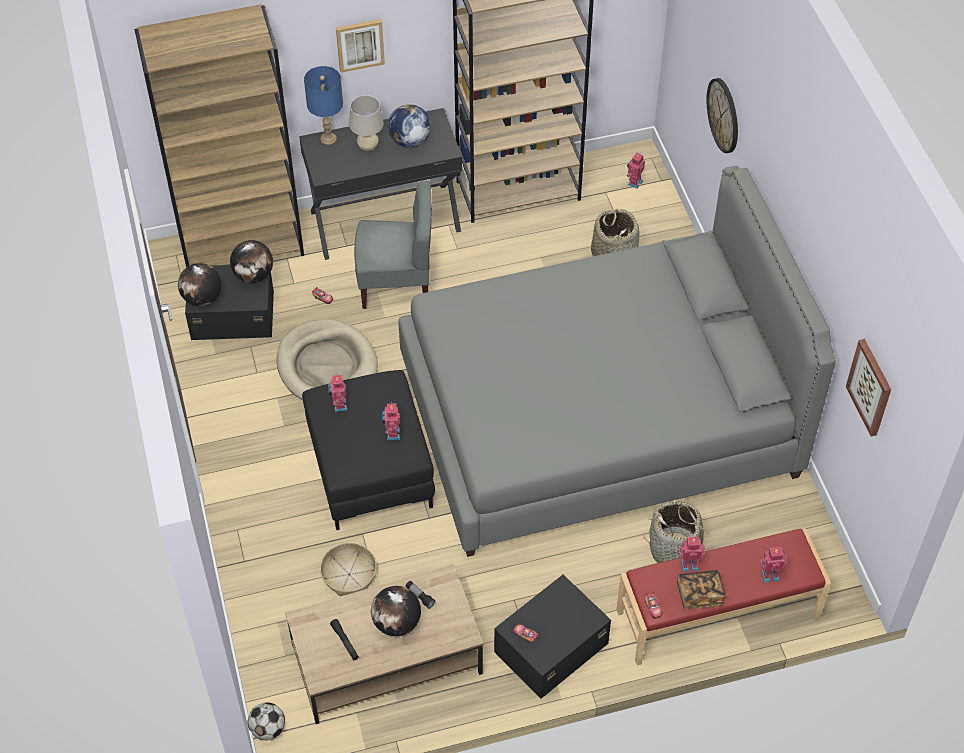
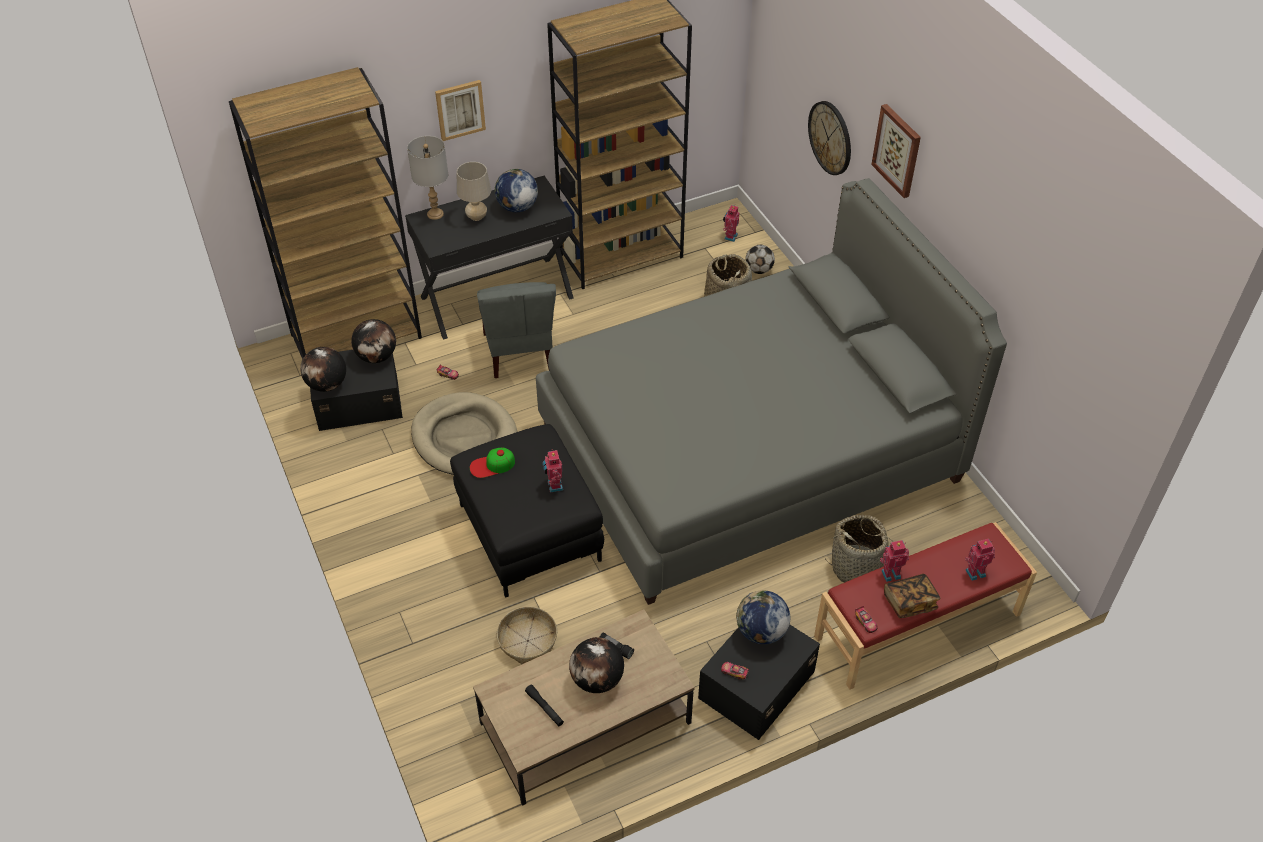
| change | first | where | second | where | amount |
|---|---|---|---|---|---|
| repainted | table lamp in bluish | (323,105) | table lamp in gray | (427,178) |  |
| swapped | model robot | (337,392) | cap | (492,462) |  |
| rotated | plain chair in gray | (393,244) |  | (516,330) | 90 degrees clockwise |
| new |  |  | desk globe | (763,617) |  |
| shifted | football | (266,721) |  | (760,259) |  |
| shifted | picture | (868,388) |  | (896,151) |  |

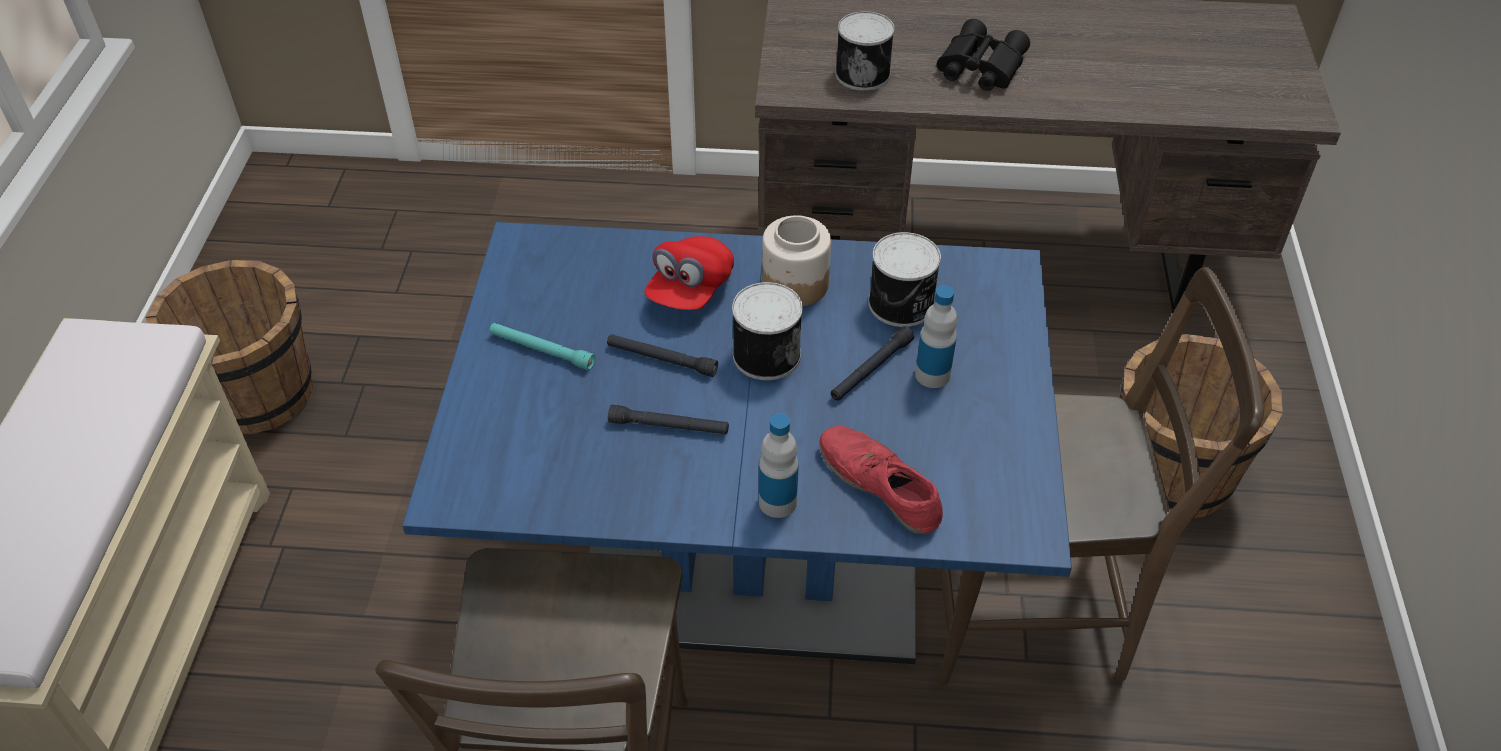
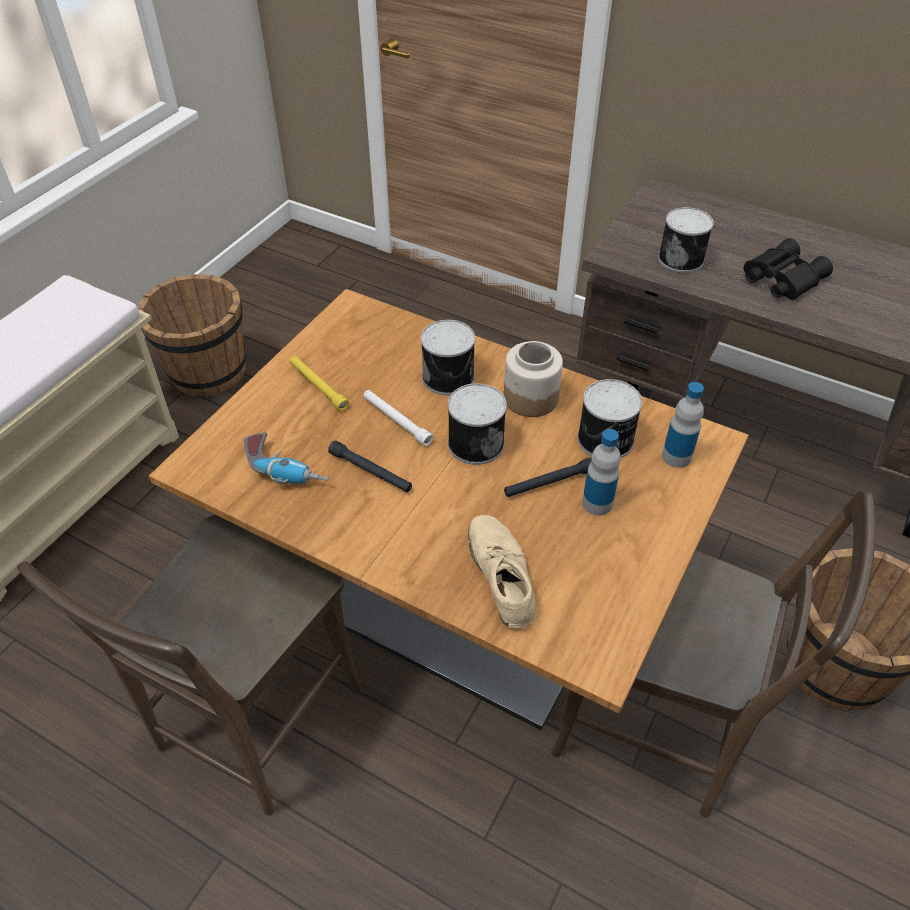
| change | first | where | second | where | amount |
|---|---|---|---|---|---|
| repainted | kitchen table in bluish | (737,443) | kitchen table in brown | (448,509) |  |
| new |  |  | power drill | (286,458) |  |
| repainted | flashlight in turquoise | (542,346) | flashlight in yellow-coloured | (319,383) |  |
| repainted | flashlight in black | (662,355) | flashlight in whitish | (398,418) |  |
| swapped | cap in reddish | (689,273) | metal can | (448,357) |  |
| repainted | low shoe in reddish | (881,480) | low shoe in sand-coloured | (501,572) |  |
| shifted | bottle | (779,465) |  | (683,425) |  |

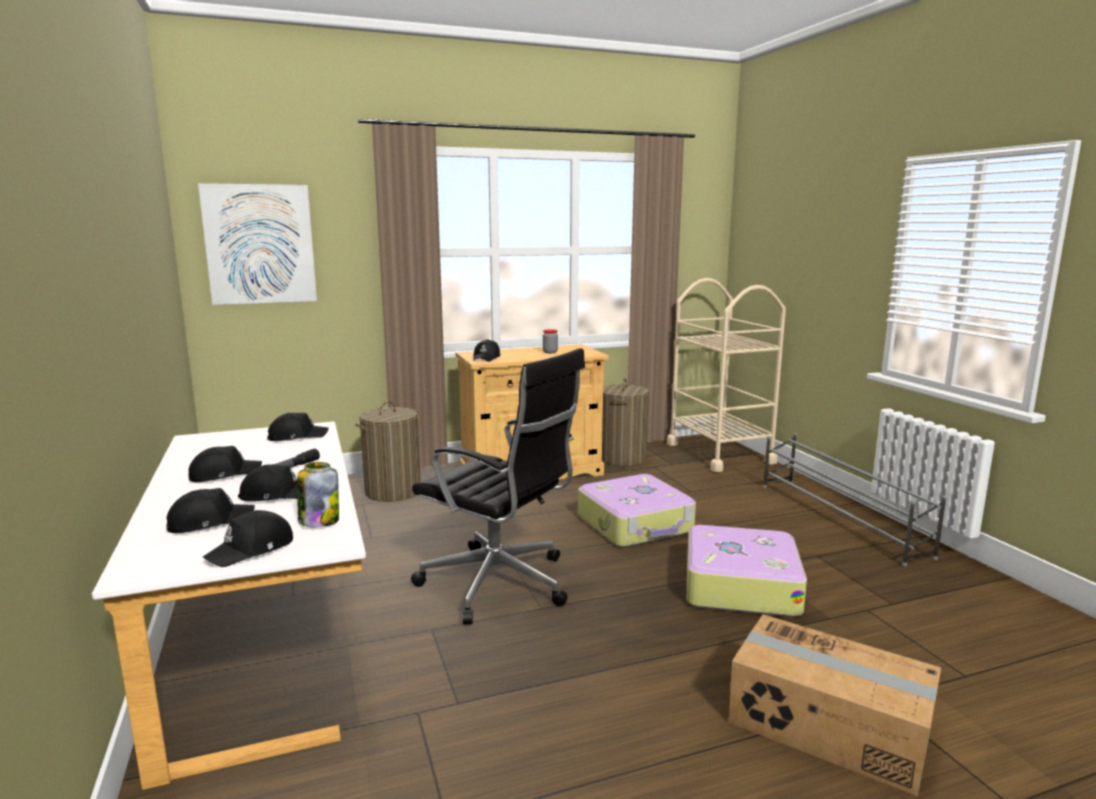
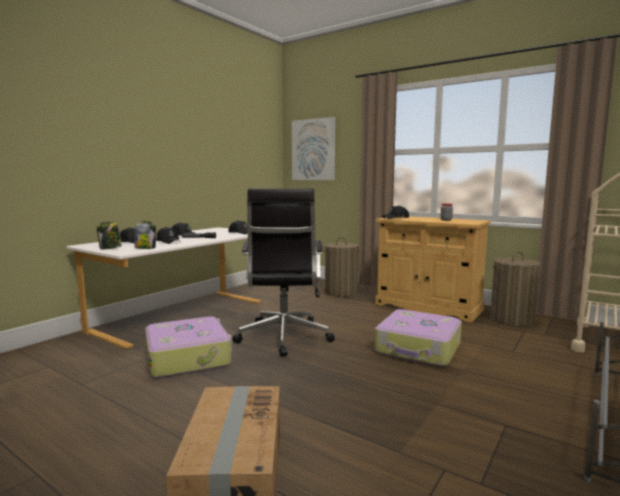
| change | first | where | second | where | amount |
|---|---|---|---|---|---|
| swapped | cap in black | (248,538) | preserve jar | (109,235) |  |
| shifted | piece of luggage | (747,571) |  | (189,347) |  |

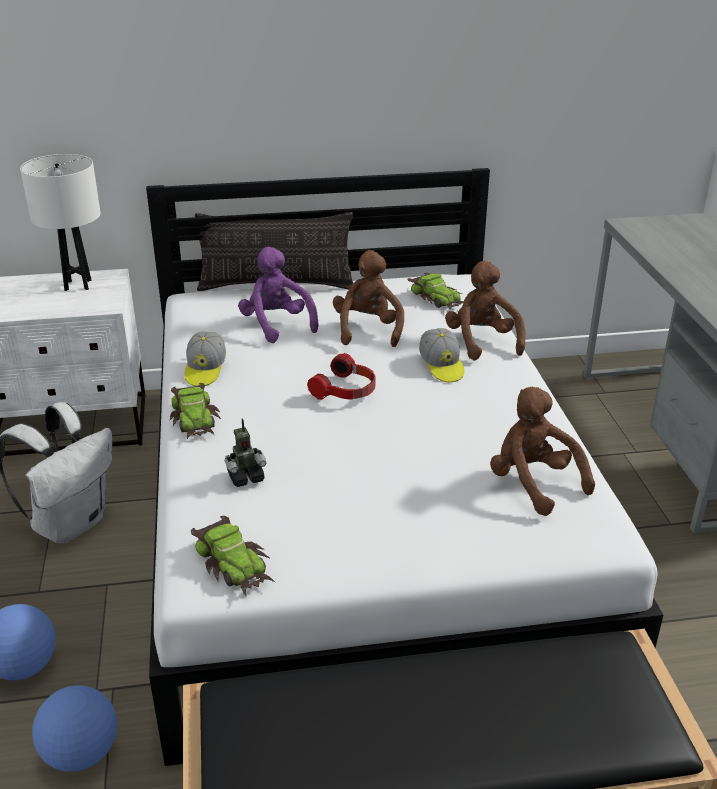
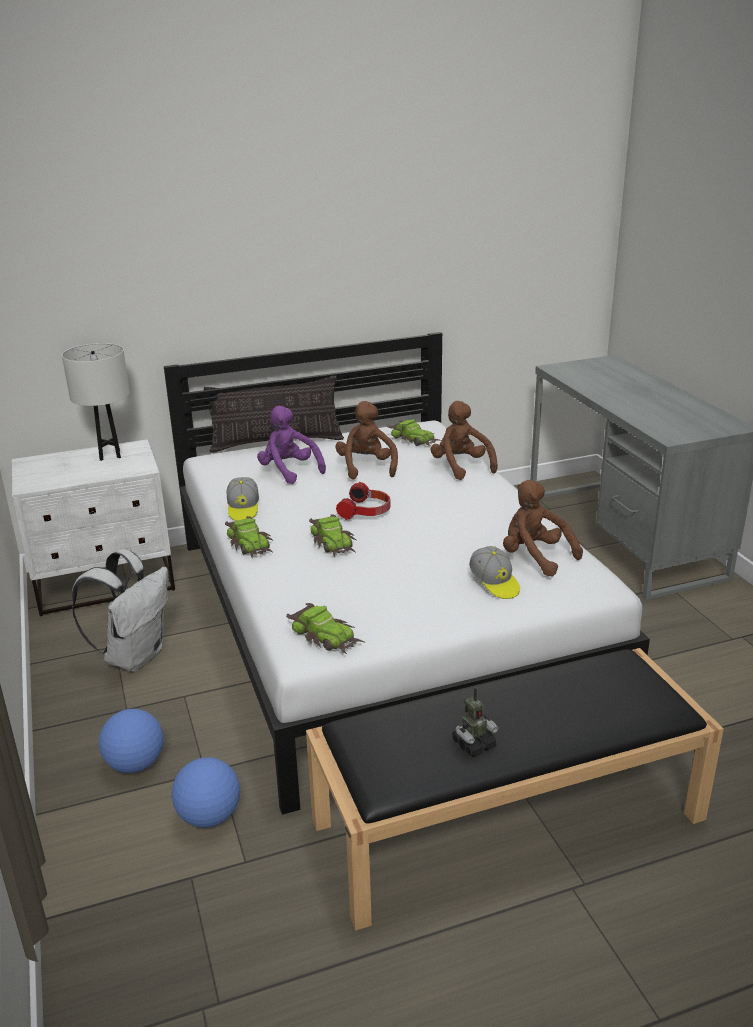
| change | first | where | second | where | amount |
|---|---|---|---|---|---|
| new |  |  | toy car | (332,535) |  |
| shifted | model robot | (245,452) |  | (475,722) |  |
| shifted | cap | (442,355) |  | (494,572) |  |

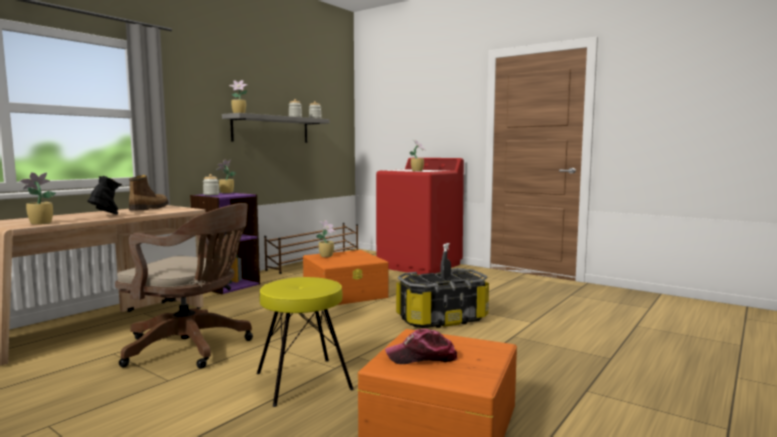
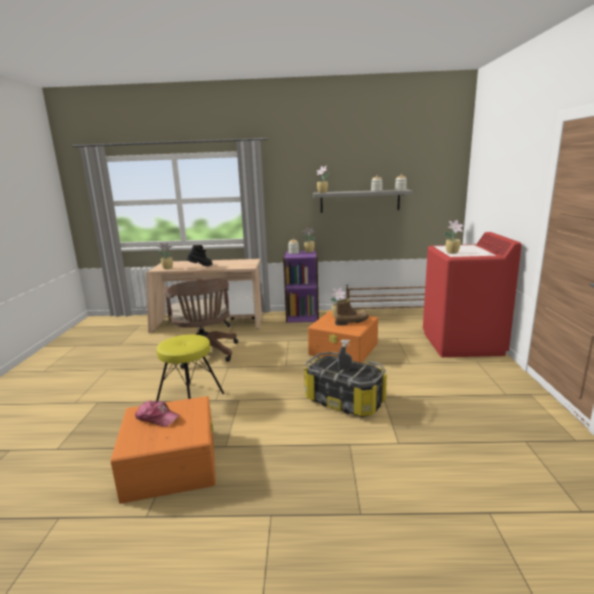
| change | first | where | second | where | amount |
|---|---|---|---|---|---|
| rotated | cap | (421,346) |  | (157,414) | 150 degrees clockwise |
| shifted | boot | (149,193) |  | (352,312) |  |

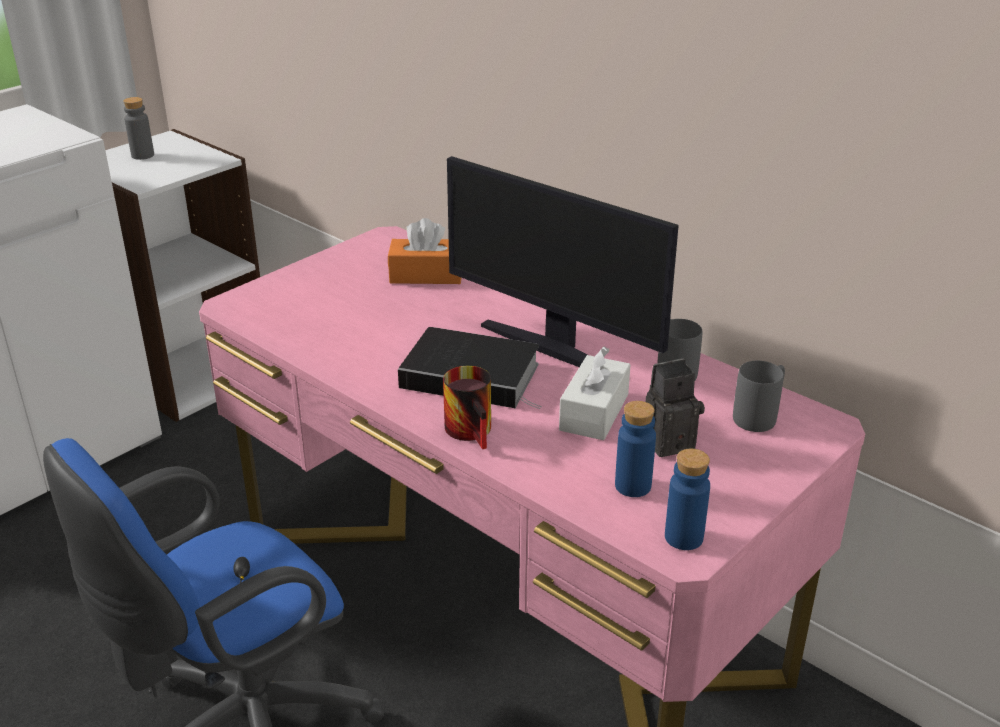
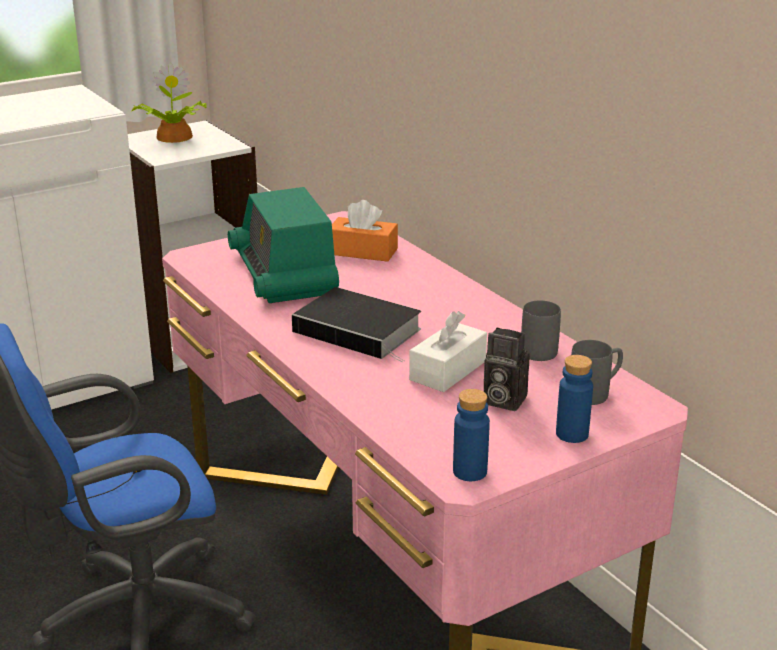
| change | first | where | second | where | amount |
|---|---|---|---|---|---|
| swapped | bottle in gray | (138,128) | potted plant | (169,103) |  |
| new |  |  | radio | (283,245) |  |
| rotated | photo camera | (675,407) |  | (507,369) | 150 degrees counterclockwise |
| shifted | bottle in bluish | (635,449) |  | (574,399) |  |
| gone | coffee mug | (467,407) |  |  |  |
| gone | computer display | (563,261) |  |  |  |

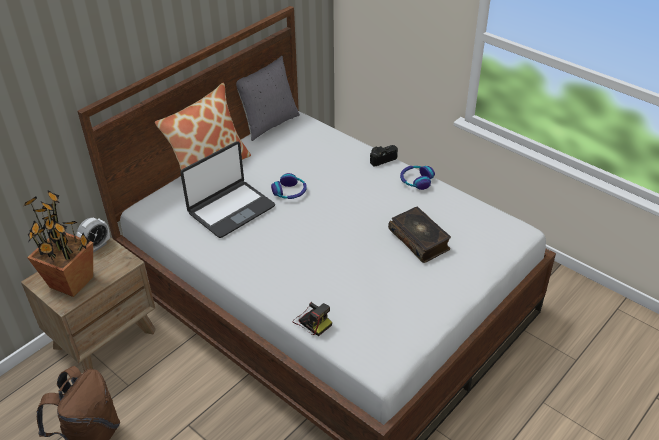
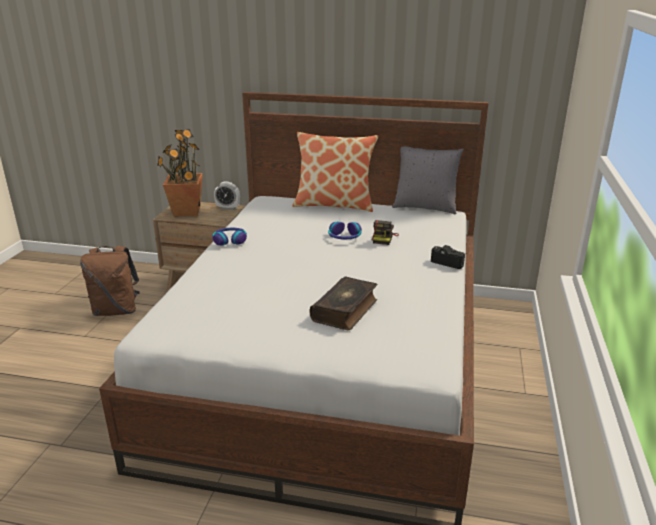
| change | first | where | second | where | amount |
|---|---|---|---|---|---|
| shifted | headset | (417,178) |  | (229,237) |  |
| shifted | photo camera | (312,319) |  | (385,232) |  |
| gone | notebook computer | (227,189) |  |  |  |

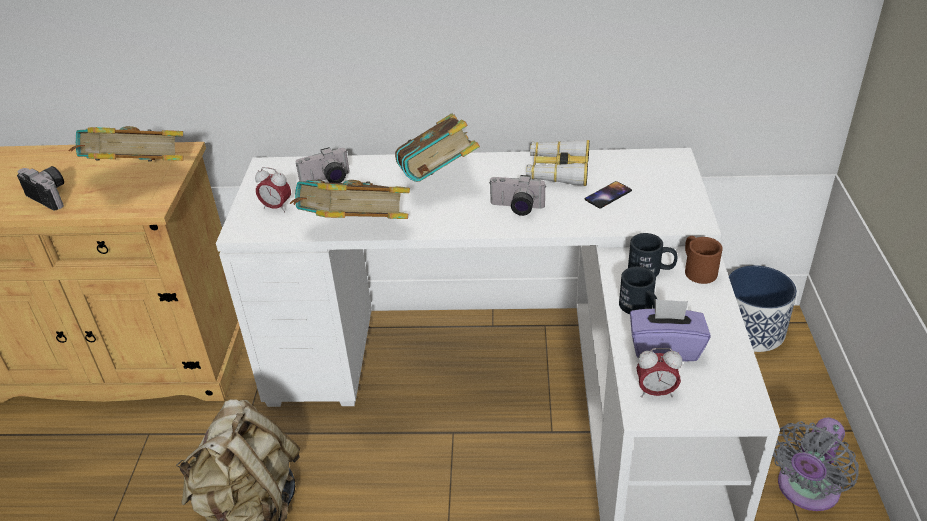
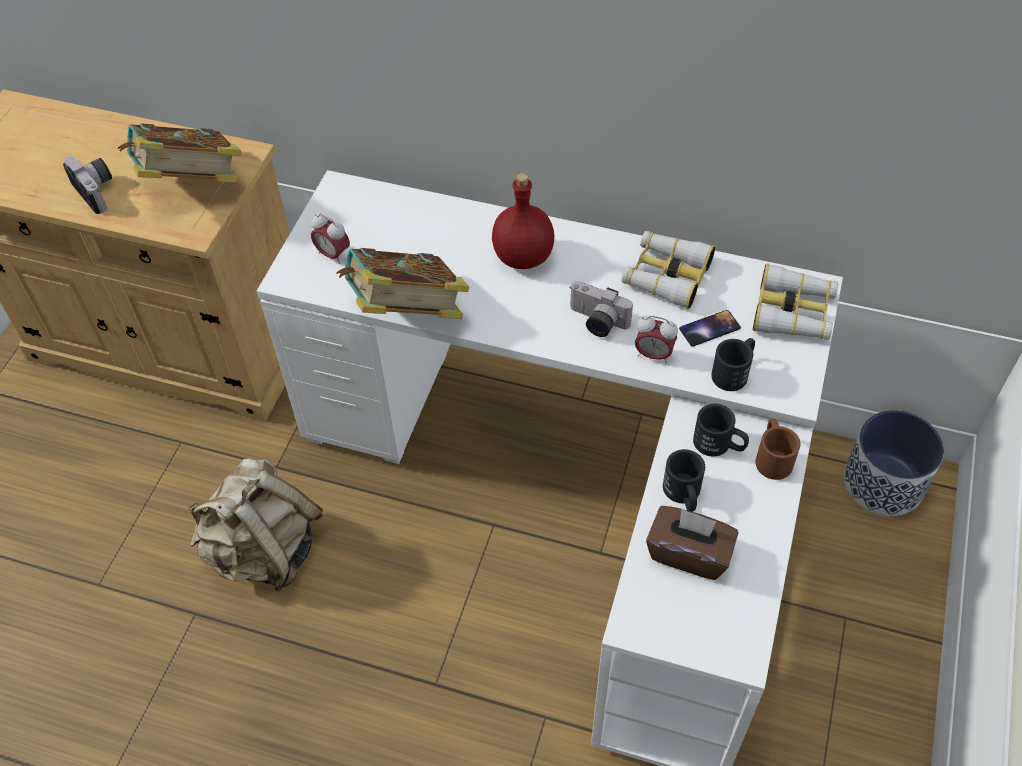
| change | first | where | second | where | amount |
|---|---|---|---|---|---|
| swapped | bound book | (437,147) | bottle in reddish | (523,221) |  |
| shifted | alarm clock | (659,372) |  | (656,339) |  |
| repainted | box of tissues in purple-coloured | (670,330) | box of tissues in brown | (692,543) |  |
| new |  |  | coffee mug in black | (733,364) |  |
| new |  |  | pair of binoculars | (795,301) |  |
| gone | photo camera | (322,165) |  |  |  |
| gone | electric fan in gray | (816,464) |  |  |  |

